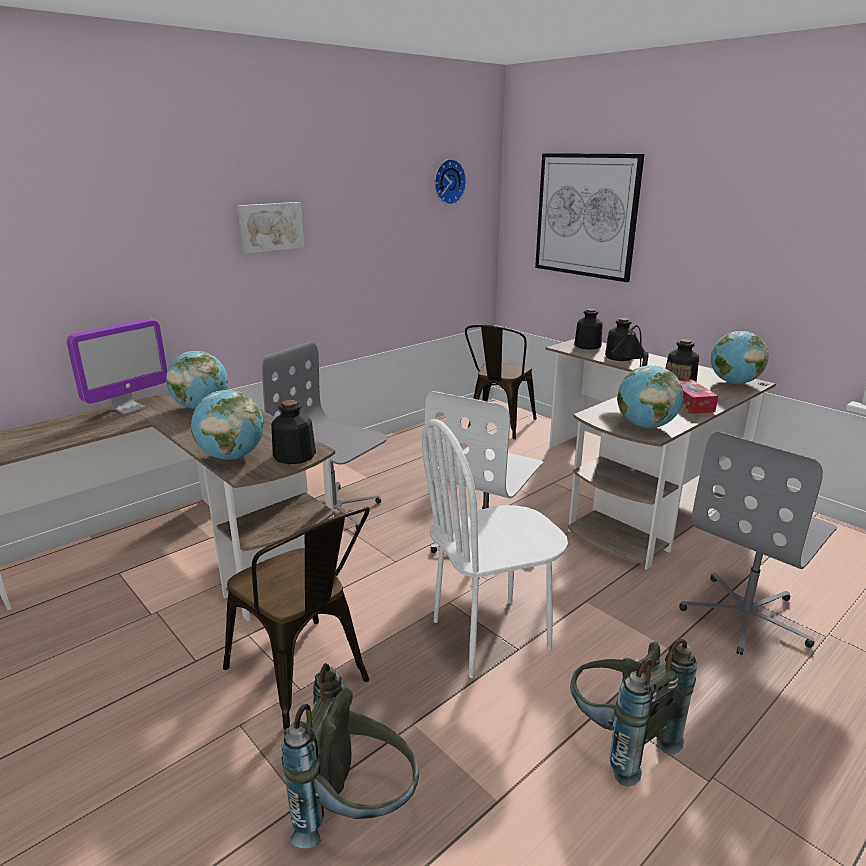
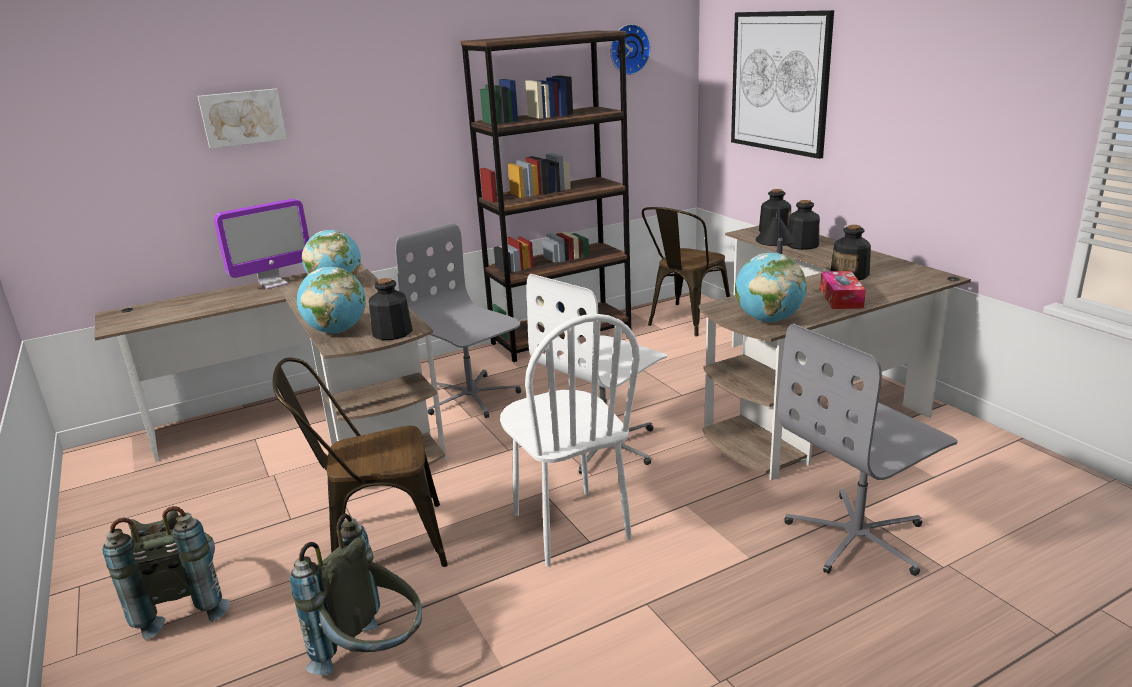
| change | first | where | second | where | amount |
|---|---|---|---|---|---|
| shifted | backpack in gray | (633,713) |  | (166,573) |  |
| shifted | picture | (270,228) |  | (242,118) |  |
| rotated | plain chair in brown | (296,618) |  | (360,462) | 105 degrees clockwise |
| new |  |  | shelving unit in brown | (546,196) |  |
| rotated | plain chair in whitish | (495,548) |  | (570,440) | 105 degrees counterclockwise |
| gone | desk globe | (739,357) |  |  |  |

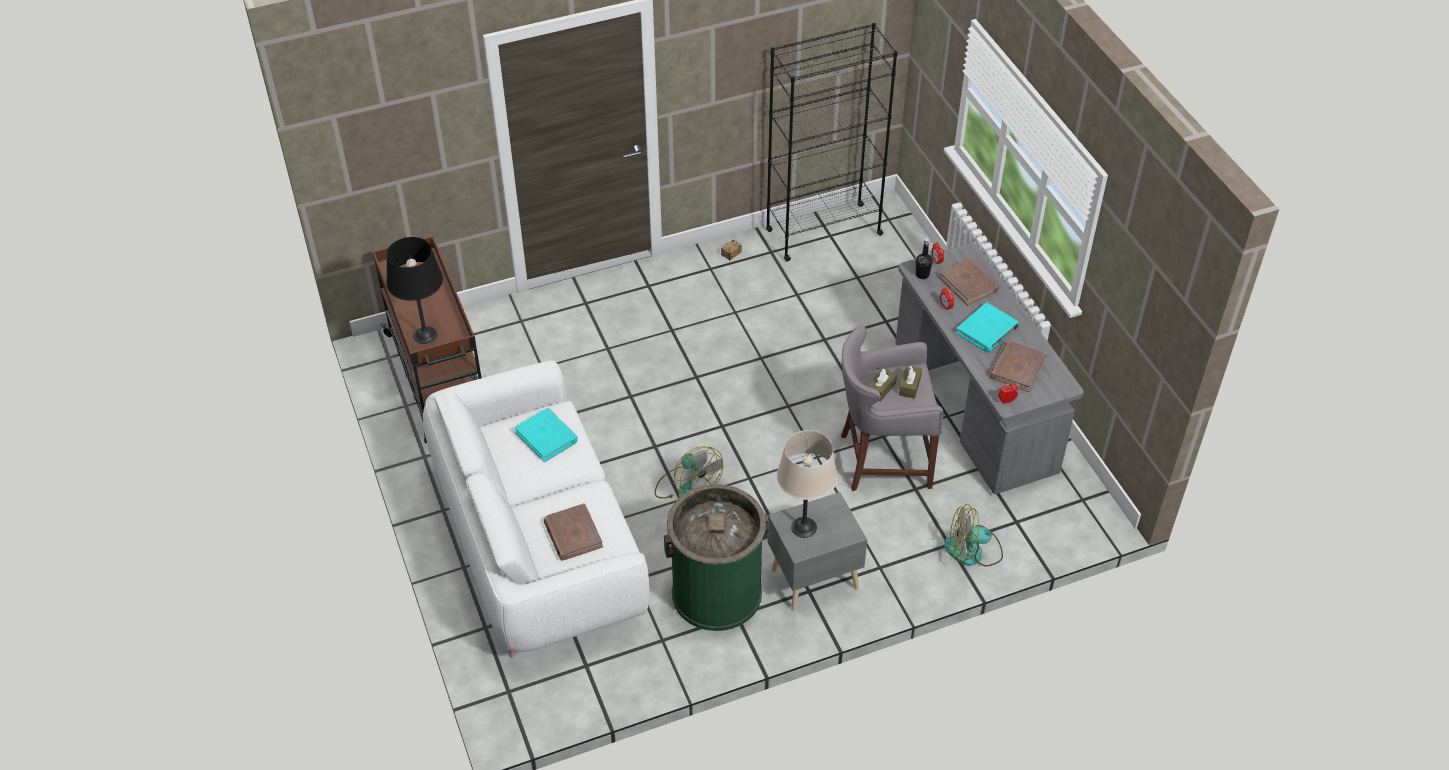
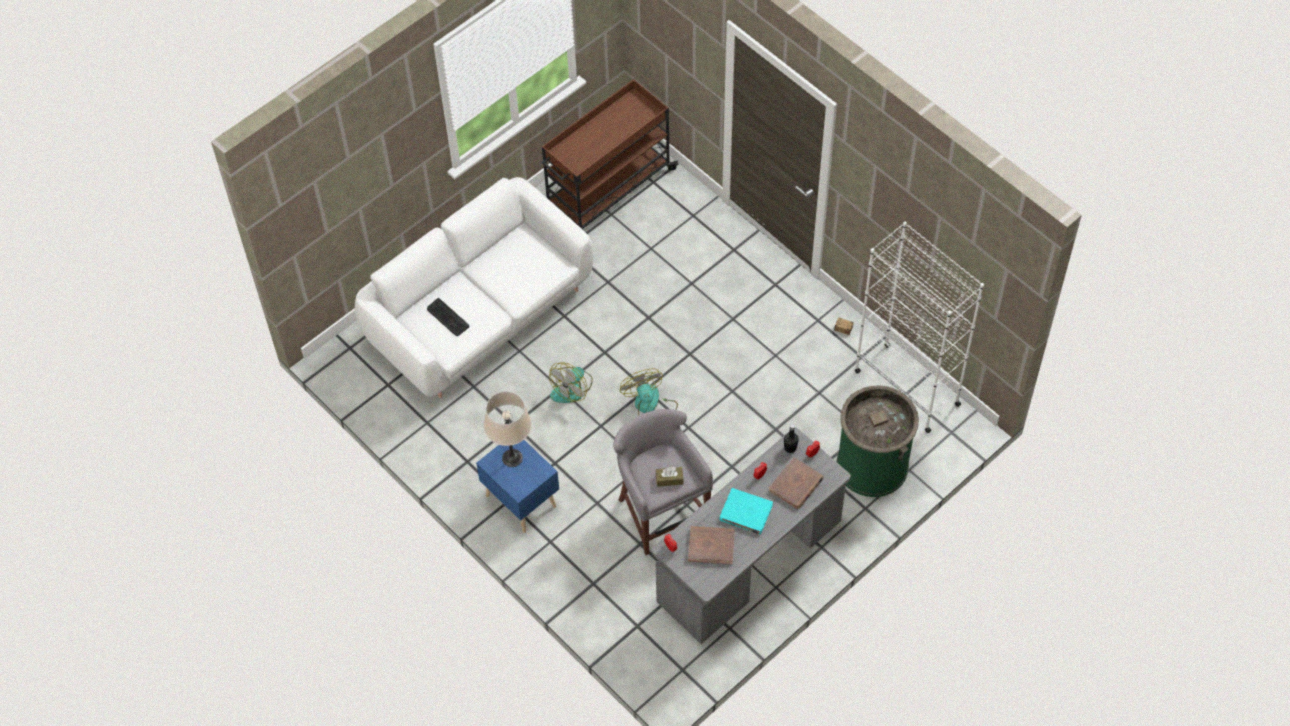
| change | first | where | second | where | amount |
|---|---|---|---|---|---|
| swapped | bound book in brown | (573,532) | keyboard | (448,317) |  |
| repainted | night table in gray | (817,551) | night table in bluish | (517,486) |  |
| shifted | electric fan | (973,535) |  | (649,392) |  |
| shifted | trash can in green-coloured | (716,557) |  | (878,441) |  |
| repainted | shelving unit in black | (832,142) | shelving unit in whitish | (919,327) |  |
| gone | table lamp in black | (415,290) |  |  |  |
| gone | bound book in turquoise | (546,435) |  |  |  |
| gone | box of tissues in brown | (882,385) |  |  |  |

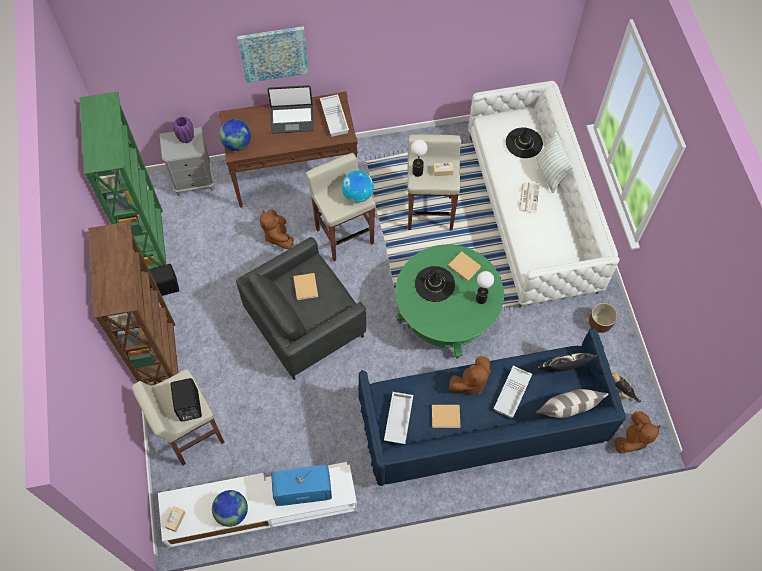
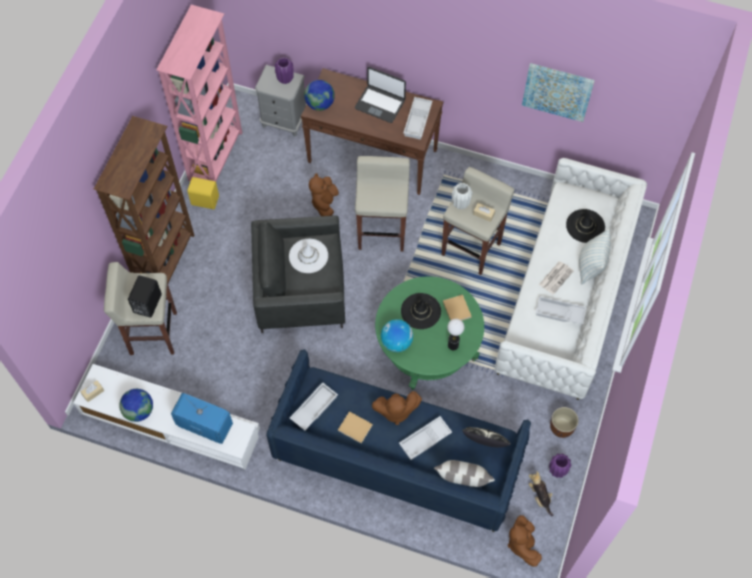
| change | first | where | second | where | amount |
|---|---|---|---|---|---|
| repainted | shelving unit in green-coloured | (123,180) | shelving unit in pink-coloured | (199,93) |  |
| repainted | loudspeaker in black | (164,280) | loudspeaker in yellow-coloured | (203,193) |  |
| swapped | bound book in sand-coloured | (305,286) | hat in whitish | (308,256) |  |
| shifted | desk globe | (358,187) |  | (397,335) |  |
| swapped | table lamp | (419,158) | vase in whitish | (462,196) |  |
| rotated | cuddly toy in brown | (638,432) |  | (525,541) | 105 degrees clockwise |
| shifted | picture | (273,54) |  | (558,92) |  |
| new |  |  | serving tray in whitish | (561,310) |  |
| new |  |  | vase in purple-coloured | (560,465) |  |

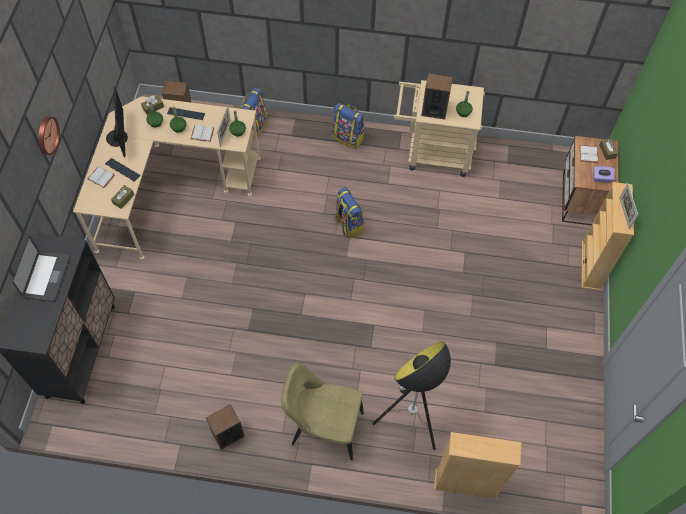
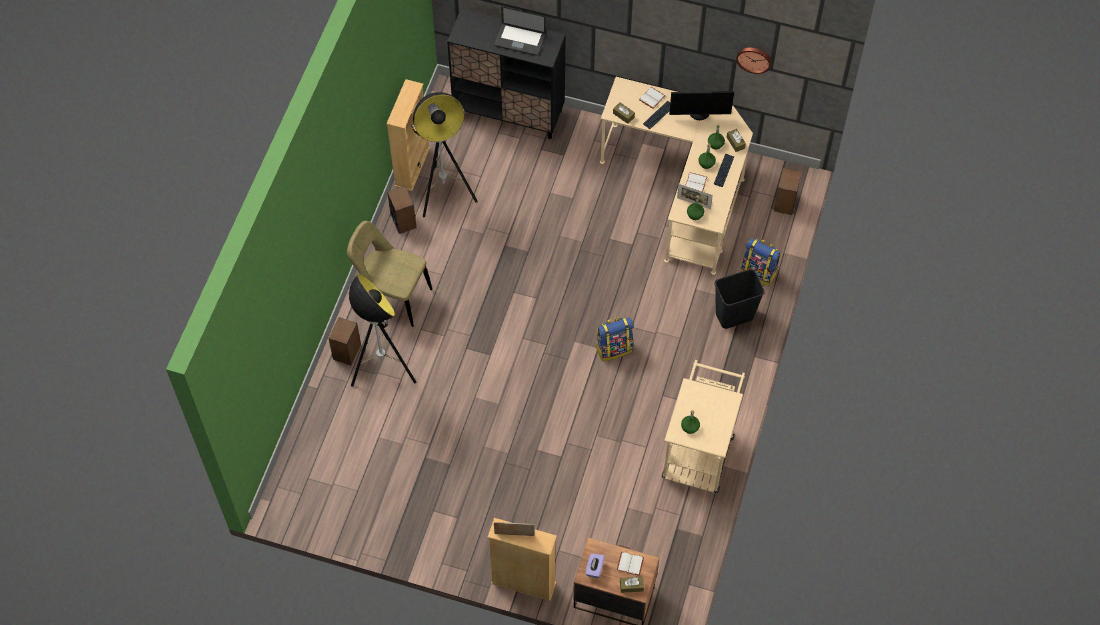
| change | first | where | second | where | amount |
|---|---|---|---|---|---|
| shifted | loudspeaker | (437,96) |  | (344,341) |  |
| rotated | plain chair in sand-coloured | (322,412) |  | (389,274) | 90 degrees counterclockwise |
| shifted | shelving unit in sand-coloured | (477,465) |  | (408,135) |  |
| new |  |  | standing lamp | (444,154) |  |
| new |  |  | trash can in black | (740,299) |  |
| shifted | clock on the wall | (49,135) |  | (753,60) |  |
| gone | backpack | (348,126) |  |  |  |

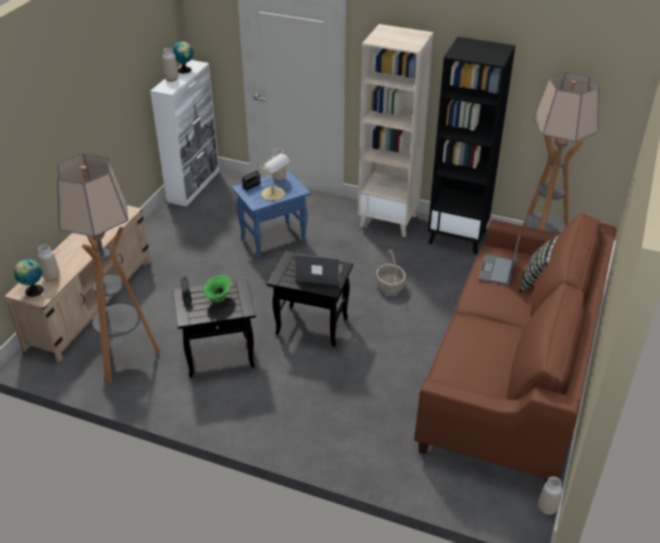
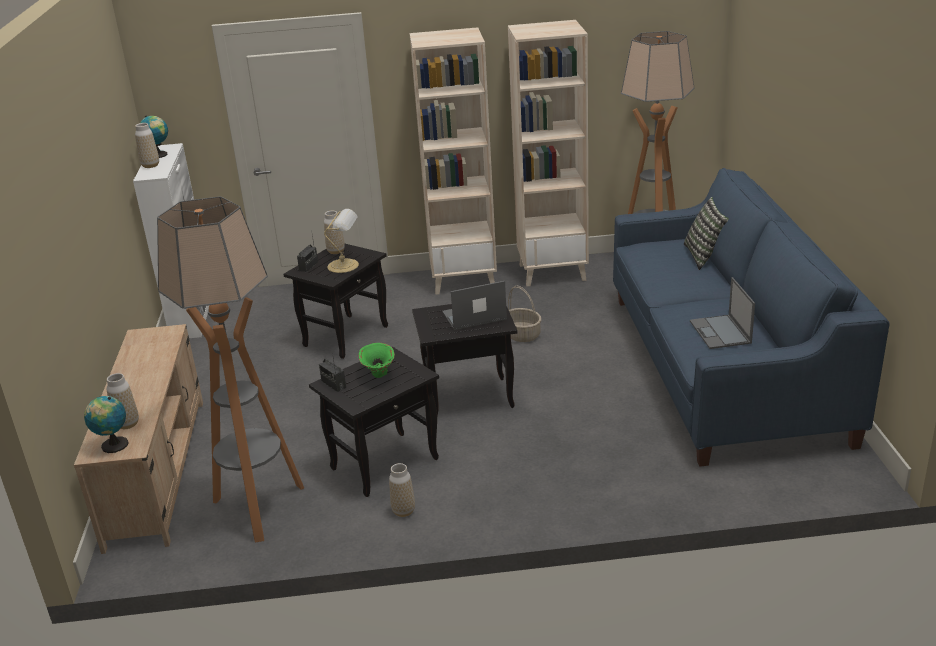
| change | first | where | second | where | amount |
|---|---|---|---|---|---|
| repainted | accent table in bluish | (271,215) | accent table in black | (335,301) |  |
| shifted | vase | (550,495) |  | (402,490) |  |
| repainted | shelving unit in black | (471,145) | shelving unit in sand-coloured | (548,153) |  |
| repainted | settee in brown | (515,349) | settee in bluish | (751,317) |  |
| shifted | notebook computer | (499,260) |  | (722,313) |  |

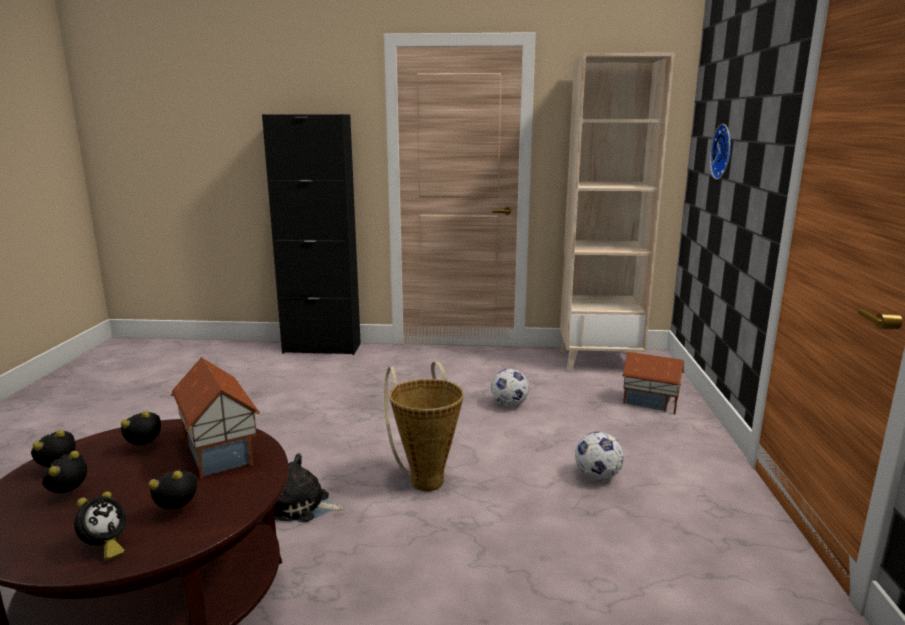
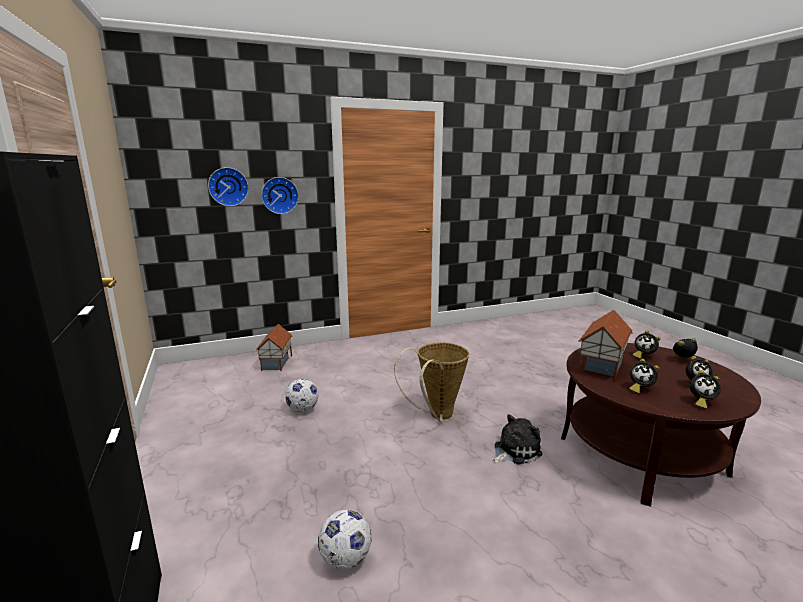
| change | first | where | second | where | amount |
|---|---|---|---|---|---|
| new |  |  | clock on the wall | (280,195) |  |
| shifted | football | (599,456) |  | (344,539) |  |
| rotated | cuddly toy | (310,488) |  | (518,439) | 105 degrees counterclockwise |
| gone | shelving unit in sand-coloured | (617,212) |  |  |  |

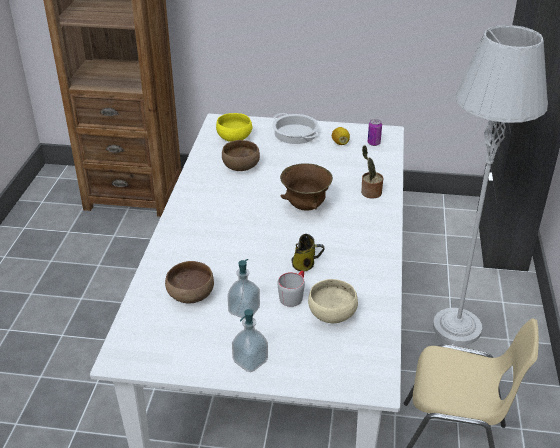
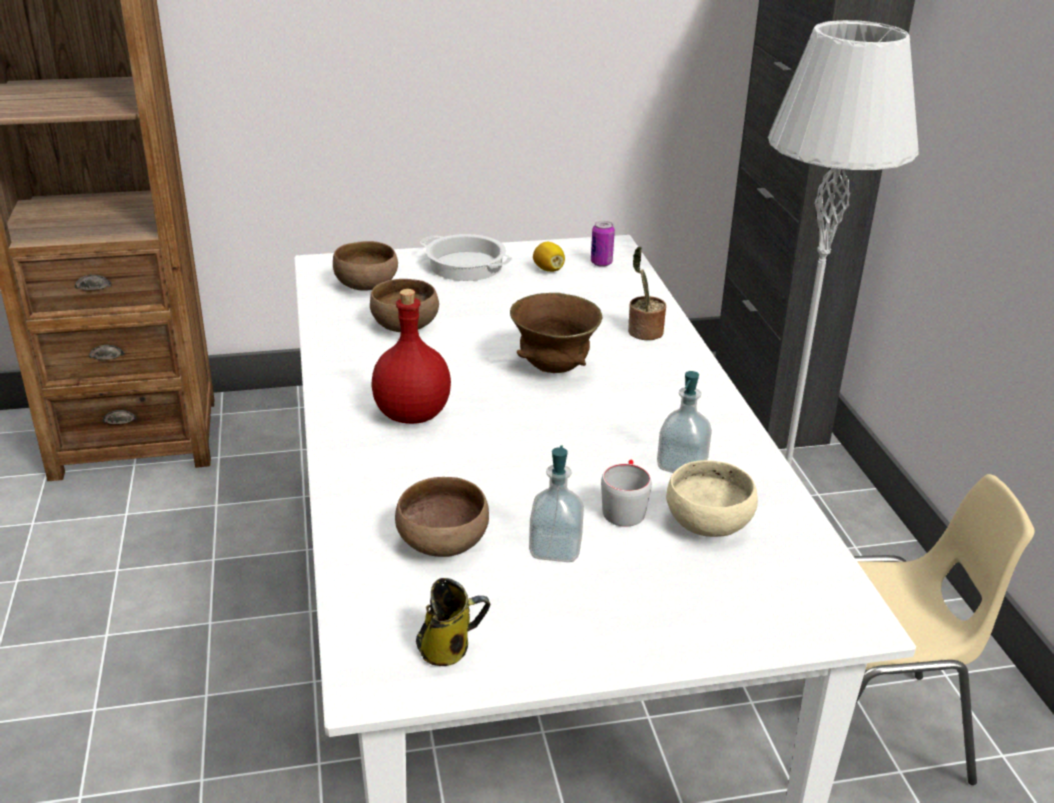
| change | first | where | second | where | amount |
|---|---|---|---|---|---|
| repainted | bowl in yellow-coloured | (234,127) | bowl in brown | (365,266) |  |
| new |  |  | bottle in reddish | (411,356) |  |
| shifted | coffee mug | (308,253) |  | (453,622) |  |
| shifted | liquid soap bottle | (250,340) |  | (684,422) |  |

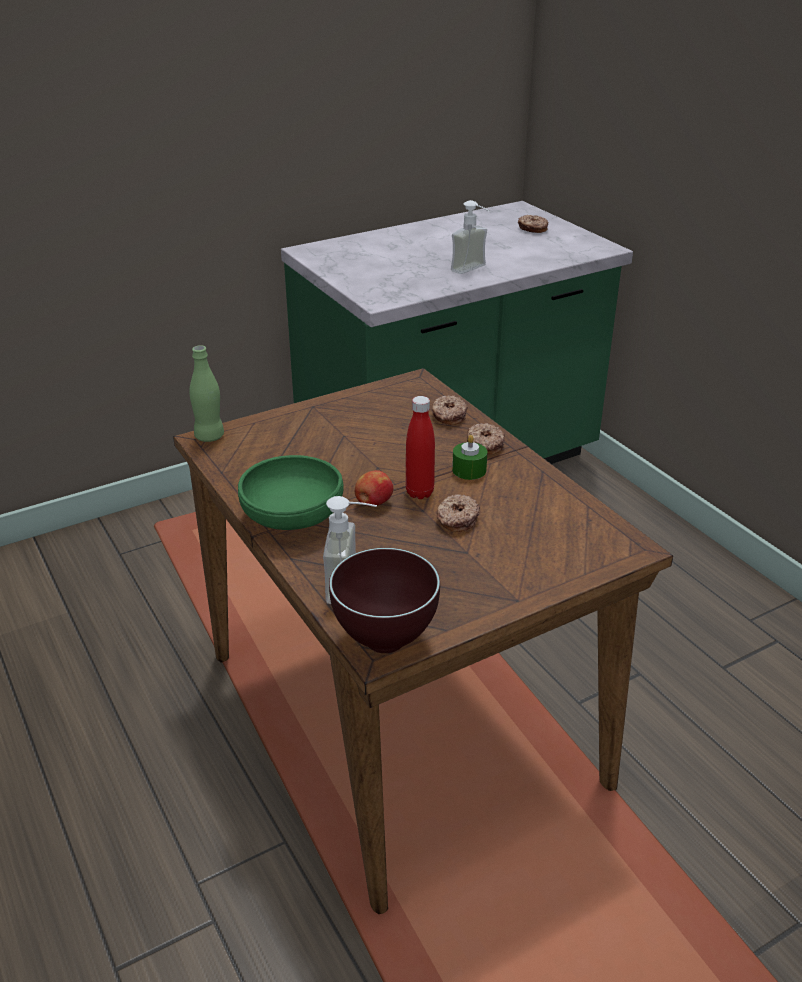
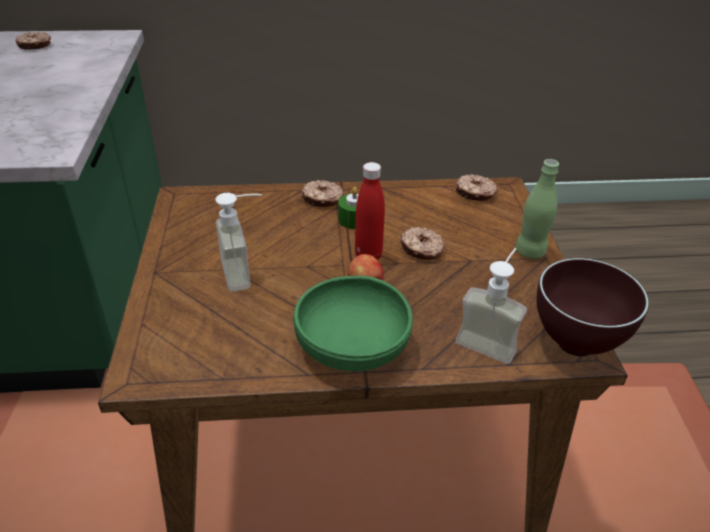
| change | first | where | second | where | amount |
|---|---|---|---|---|---|
| shifted | liquid soap bottle | (470,237) |  | (238,242) |  |
| shifted | ring doughnut | (450,410) |  | (477,187) |  |
| shifted | bottle in green-coloured | (206,393) |  | (537,209) |  |

